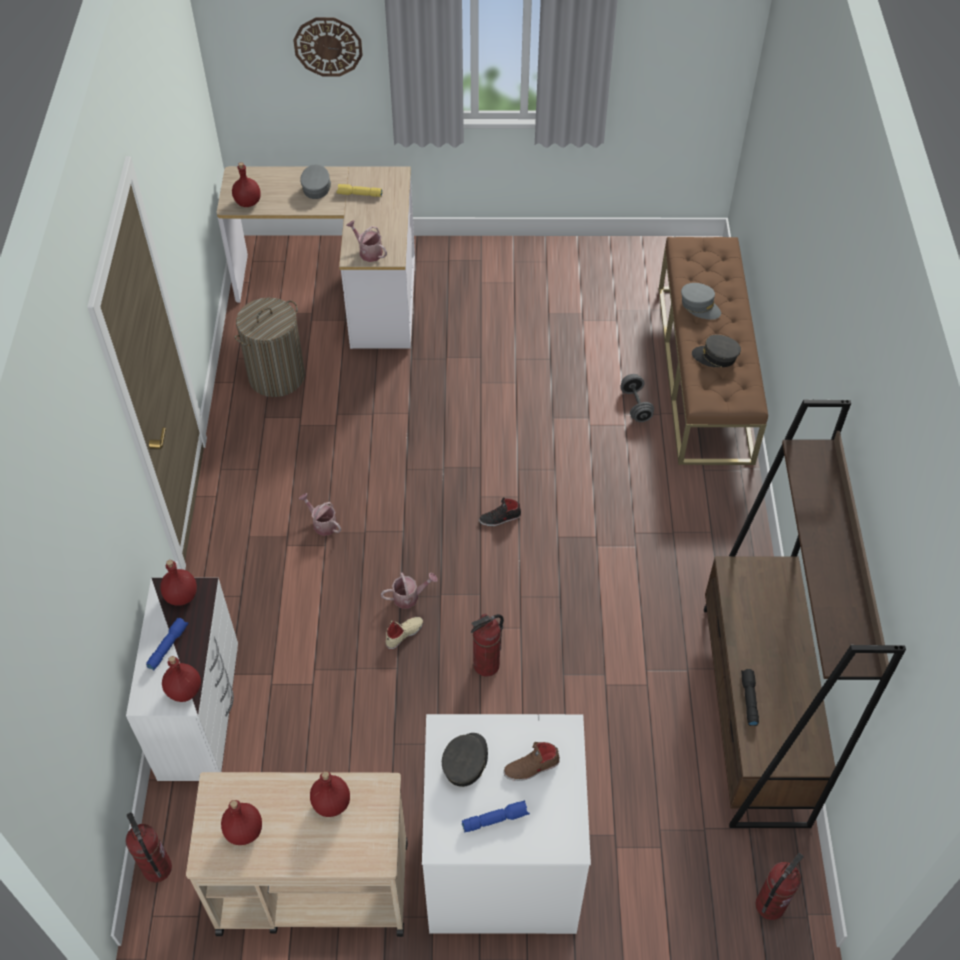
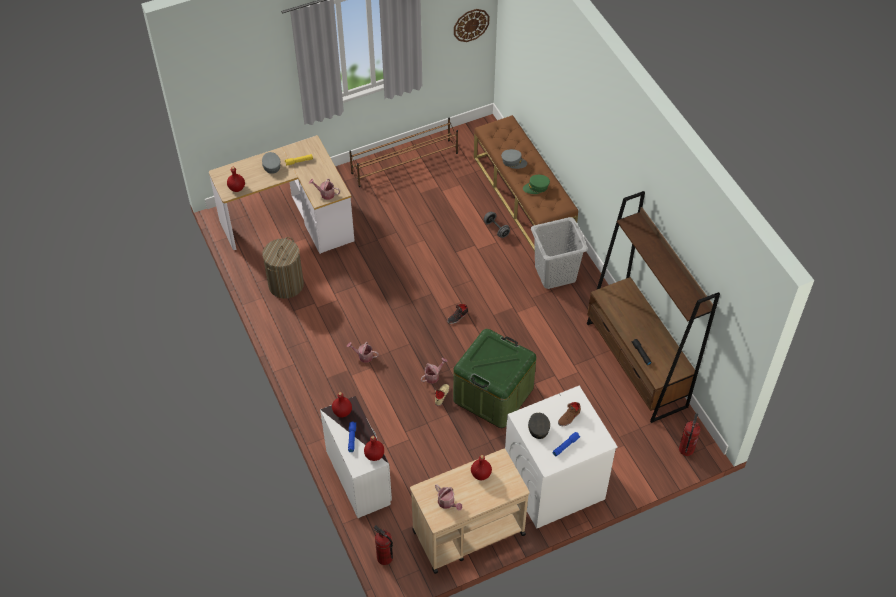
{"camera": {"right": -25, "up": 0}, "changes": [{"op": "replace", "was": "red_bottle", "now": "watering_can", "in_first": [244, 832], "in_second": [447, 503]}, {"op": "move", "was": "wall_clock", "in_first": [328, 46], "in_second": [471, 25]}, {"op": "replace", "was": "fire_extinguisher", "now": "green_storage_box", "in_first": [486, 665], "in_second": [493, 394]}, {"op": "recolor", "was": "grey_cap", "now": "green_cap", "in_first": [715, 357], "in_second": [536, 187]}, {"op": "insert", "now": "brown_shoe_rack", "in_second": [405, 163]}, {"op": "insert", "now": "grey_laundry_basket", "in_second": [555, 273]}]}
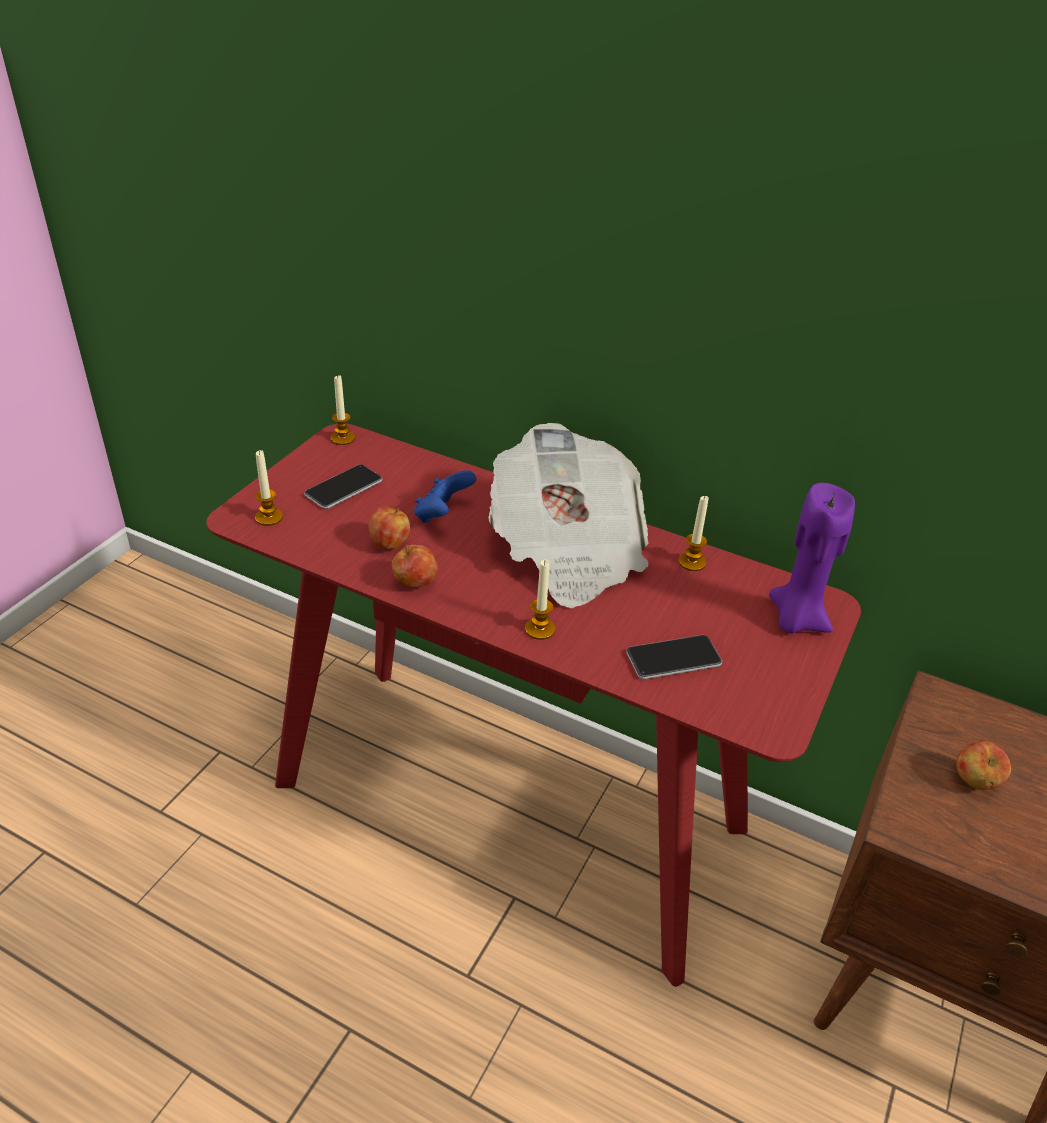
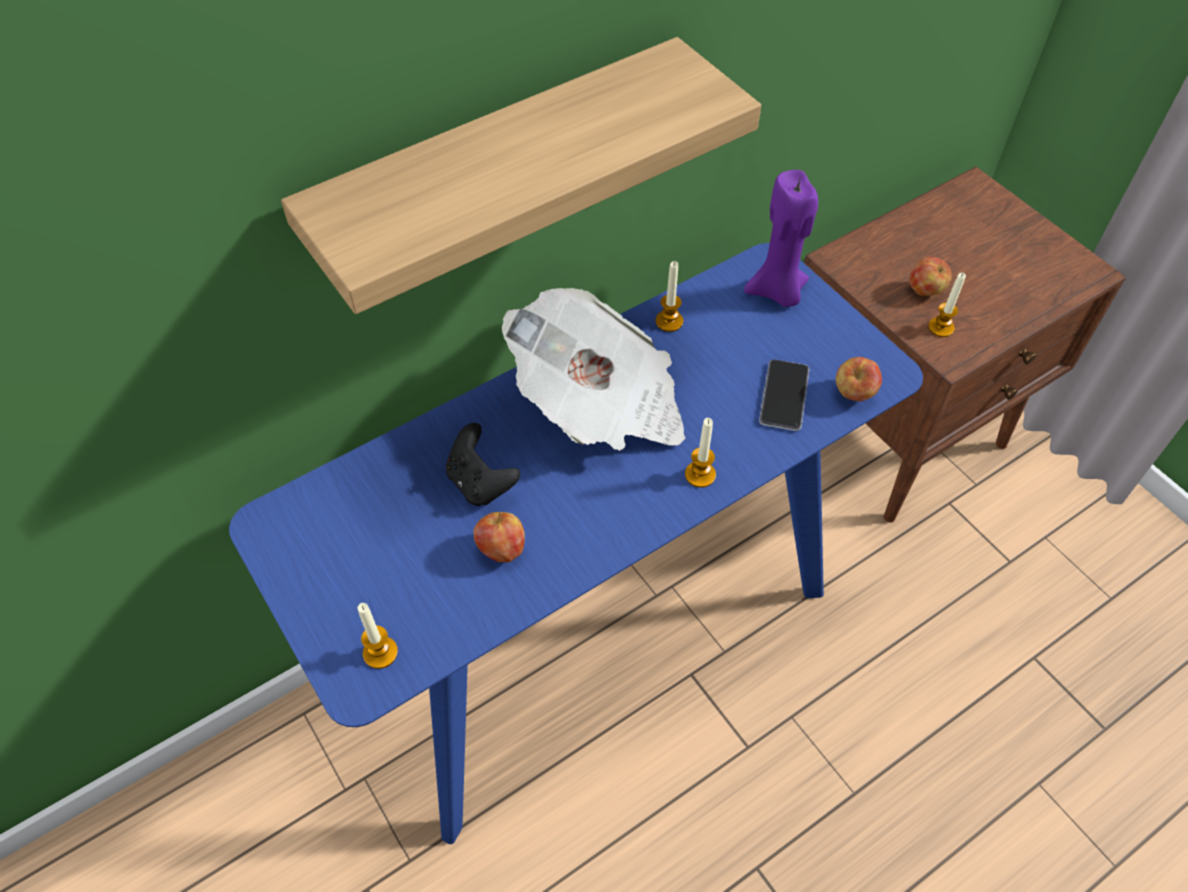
{"camera": {"right": -60, "up": 15}, "changes": [{"op": "recolor", "was": "red_console_table", "now": "blue_console_table", "in_first": [510, 804], "in_second": [592, 631]}, {"op": "delete", "was": "phone", "in_first": [344, 488]}, {"op": "move", "was": "candle", "in_first": [343, 438], "in_second": [941, 327]}, {"op": "move", "was": "apple", "in_first": [415, 583], "in_second": [854, 393]}, {"op": "recolor", "was": "blue_game_controller", "now": "black_game_controller", "in_first": [442, 515], "in_second": [481, 483]}, {"op": "insert", "now": "shelf", "in_second": [499, 177]}]}
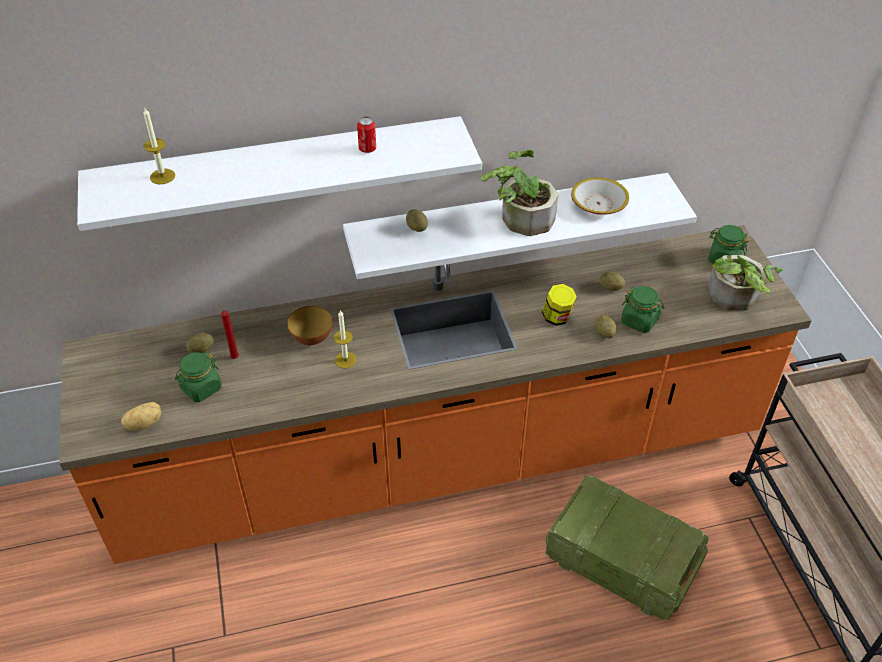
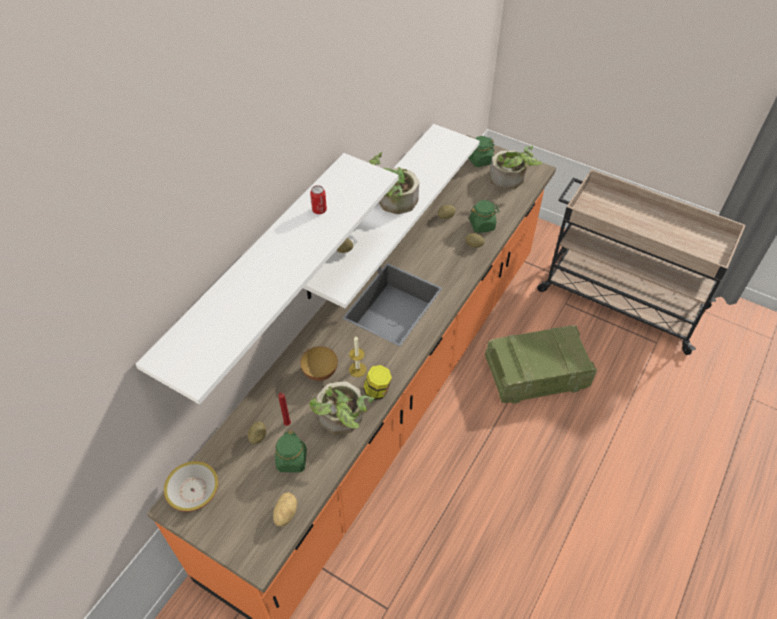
{"camera": {"right": -45, "up": 5}, "changes": [{"op": "delete", "was": "candle", "in_first": [162, 176]}, {"op": "move", "was": "jar", "in_first": [557, 318], "in_second": [377, 391]}, {"op": "move", "was": "bowl", "in_first": [598, 204], "in_second": [192, 490]}, {"op": "insert", "now": "potted_plant", "in_second": [342, 421]}]}
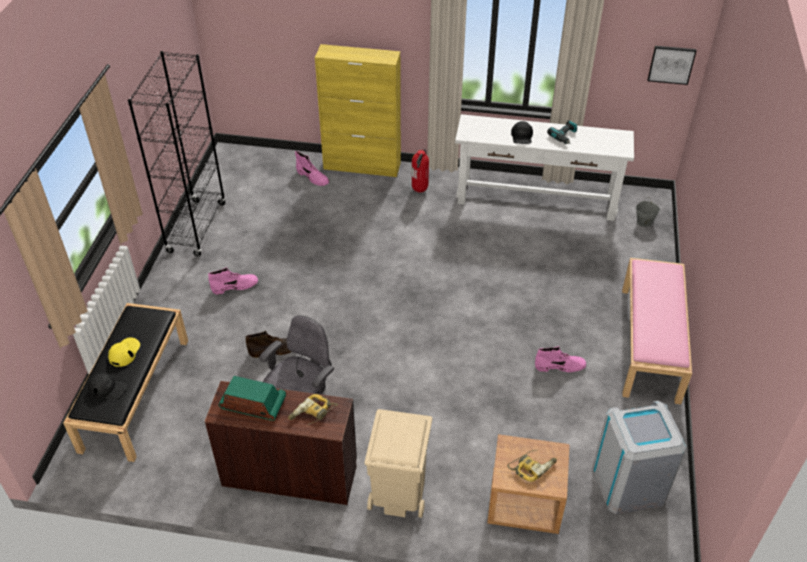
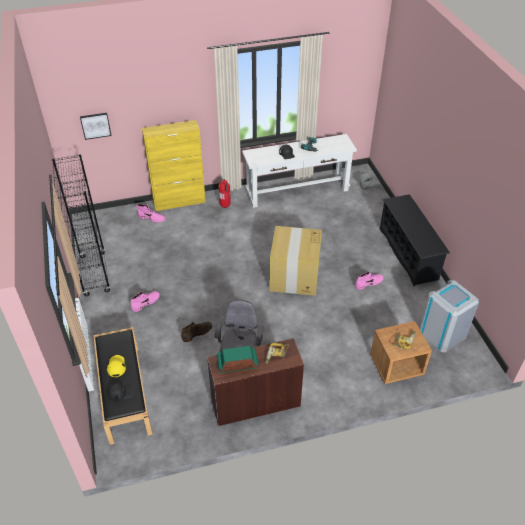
{"camera": {"right": -25, "up": 0}, "changes": [{"op": "delete", "was": "beige_trash_can", "in_first": [398, 494]}, {"op": "replace", "was": "pink_bench", "now": "black_shoe_rack", "in_first": [650, 344], "in_second": [408, 254]}, {"op": "move", "was": "picture", "in_first": [671, 64], "in_second": [95, 125]}, {"op": "insert", "now": "cardboard_box", "in_second": [294, 277]}]}
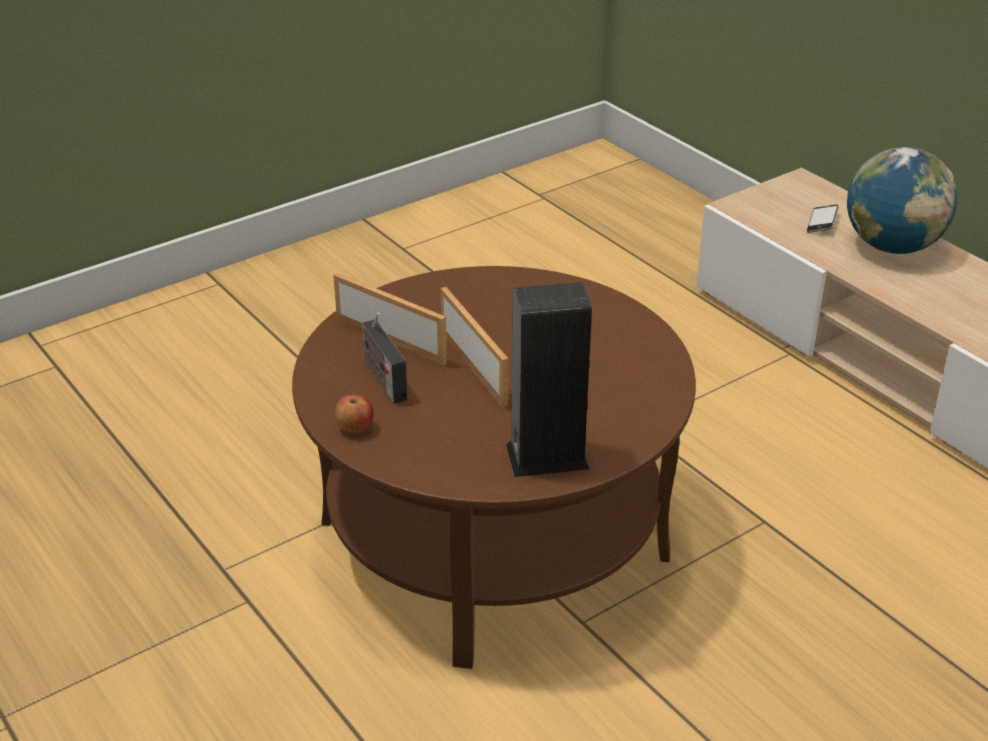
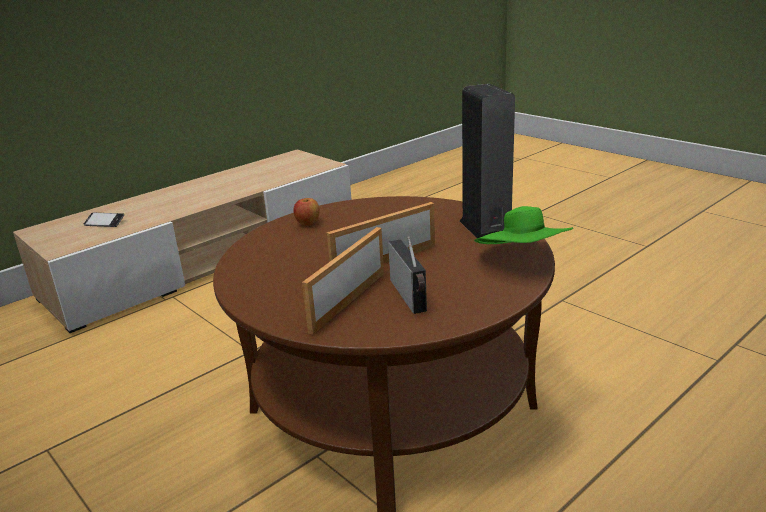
{"camera": {"right": -95, "up": -10}, "changes": [{"op": "move", "was": "apple", "in_first": [355, 428], "in_second": [308, 224]}, {"op": "rotate", "was": "radio", "in_first": [383, 378], "in_second": [410, 296], "clockwise": -75}, {"op": "delete", "was": "globe", "in_first": [892, 247]}, {"op": "insert", "now": "green_hat", "in_second": [523, 259]}]}
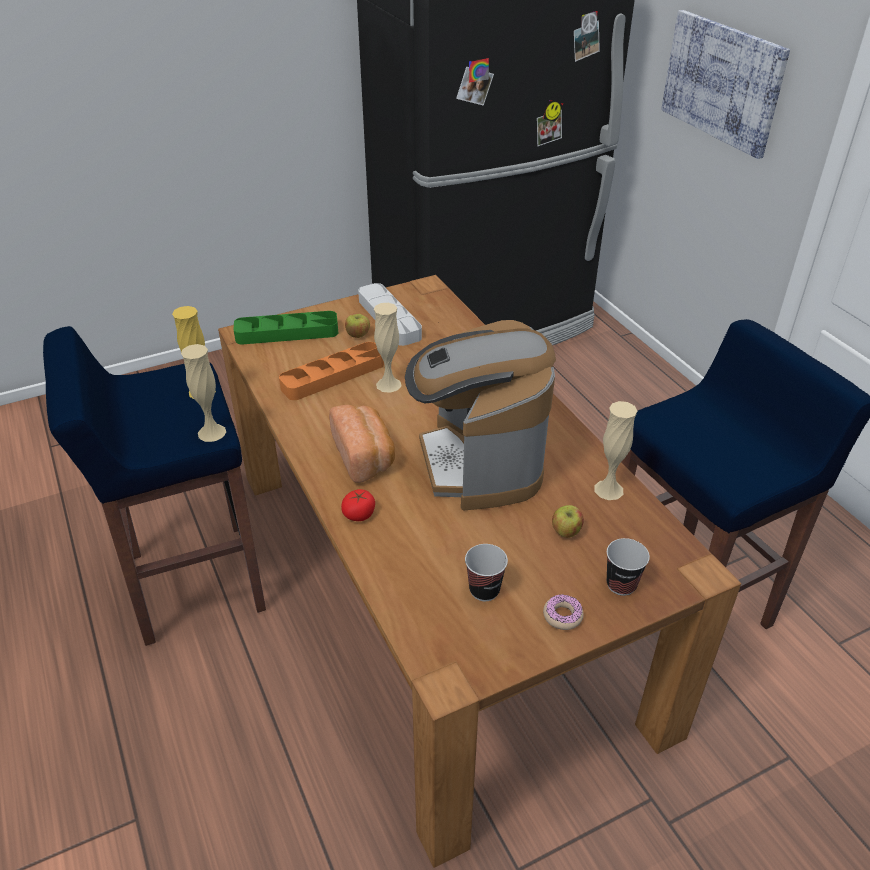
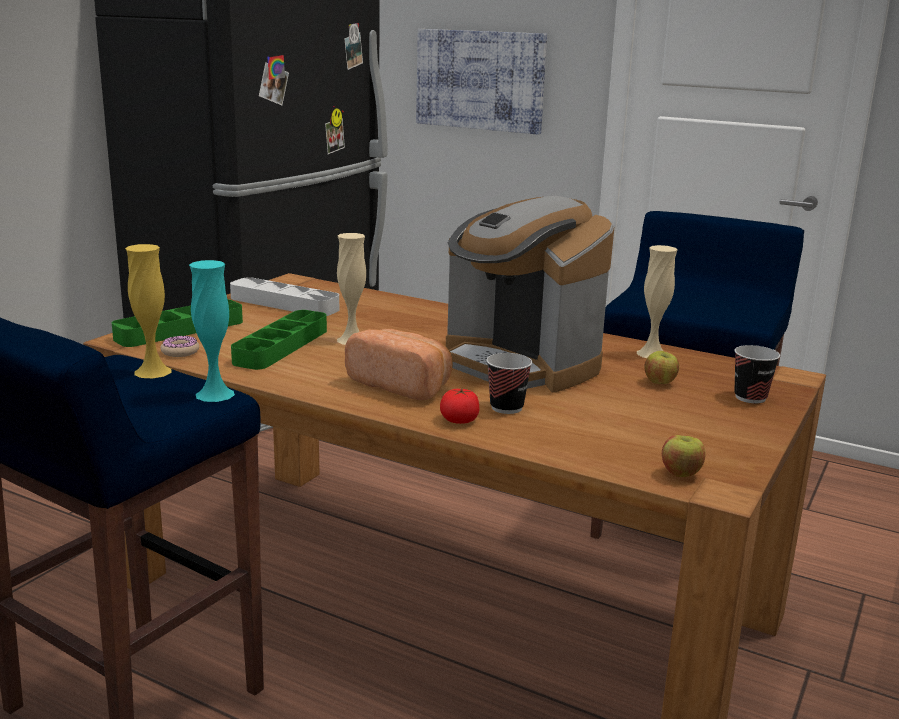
{"camera": {"right": -35, "up": -20}, "changes": [{"op": "recolor", "was": "beige_vase", "now": "turquoise_vase", "in_first": [212, 432], "in_second": [215, 394]}, {"op": "recolor", "was": "orange_tray", "now": "green_tray", "in_first": [333, 376], "in_second": [281, 346]}, {"op": "move", "was": "apple", "in_first": [358, 335], "in_second": [680, 473]}, {"op": "move", "was": "cup", "in_first": [484, 590], "in_second": [506, 407]}, {"op": "move", "was": "donut", "in_first": [562, 616], "in_second": [180, 352]}]}
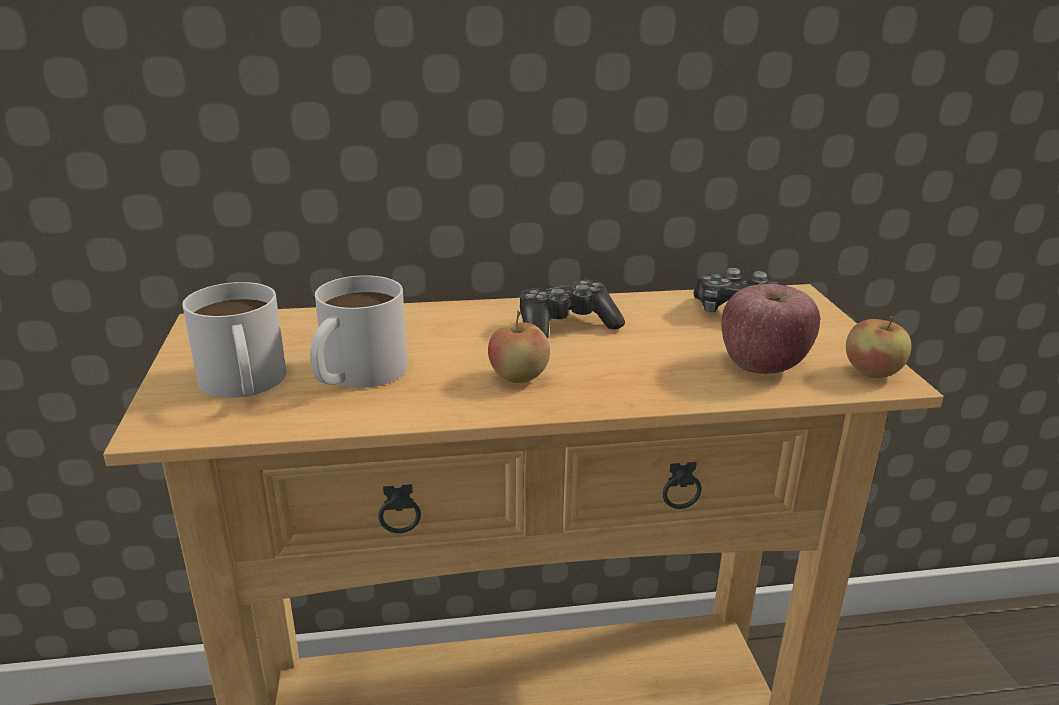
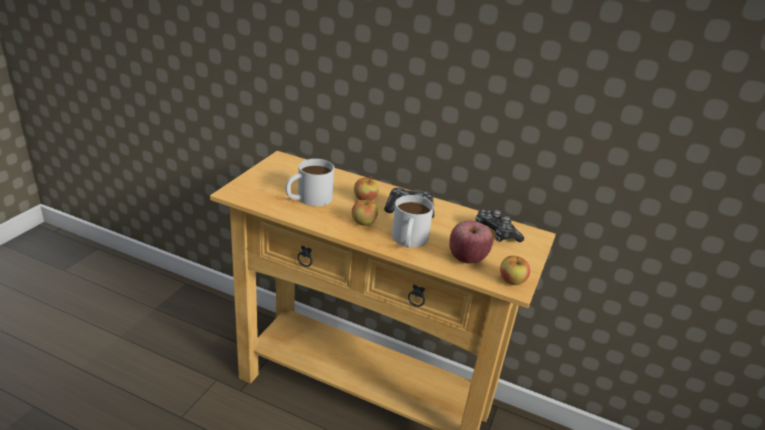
{"camera": {"right": 30, "up": 5}, "changes": [{"op": "move", "was": "white_mug", "in_first": [244, 385], "in_second": [408, 240]}, {"op": "insert", "now": "apple", "in_second": [365, 199]}]}
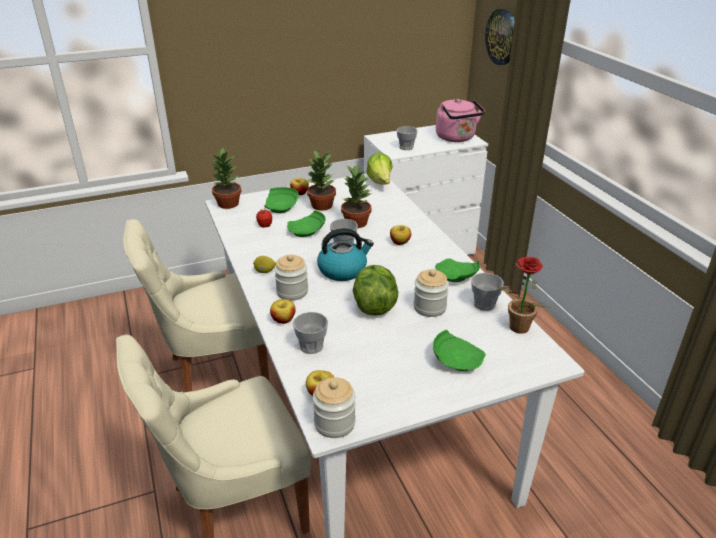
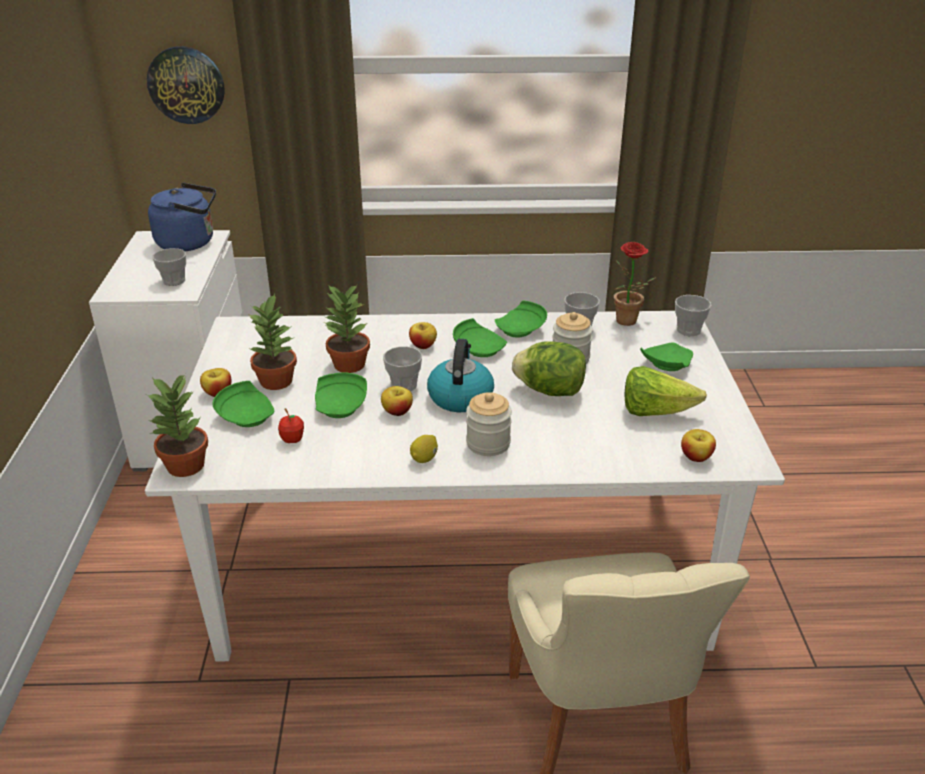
{"camera": {"right": -70, "up": 0}, "changes": [{"op": "delete", "was": "beige_chair", "in_first": [214, 376]}, {"op": "move", "was": "apple", "in_first": [283, 320], "in_second": [397, 412]}, {"op": "move", "was": "cup", "in_first": [311, 346], "in_second": [688, 330]}, {"op": "delete", "was": "jar", "in_first": [334, 423]}, {"op": "move", "was": "lettuce", "in_first": [380, 182], "in_second": [655, 412]}, {"op": "recolor", "was": "pink_kettle", "now": "blue_kettle", "in_first": [457, 138], "in_second": [190, 243]}, {"op": "insert", "now": "green_plate", "in_second": [479, 348]}]}
